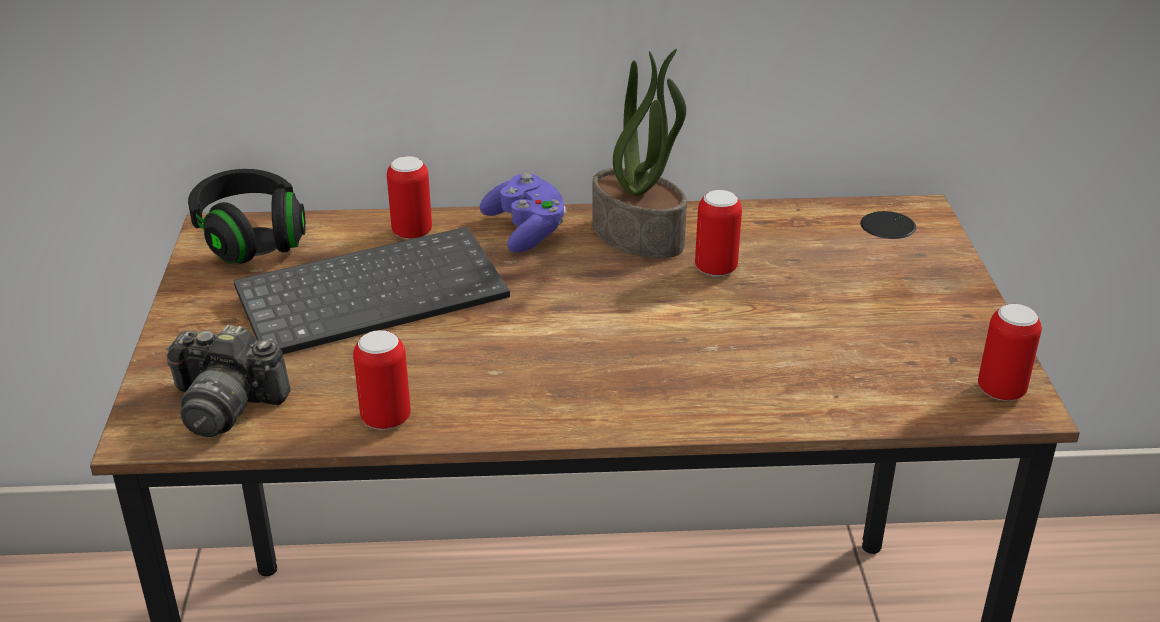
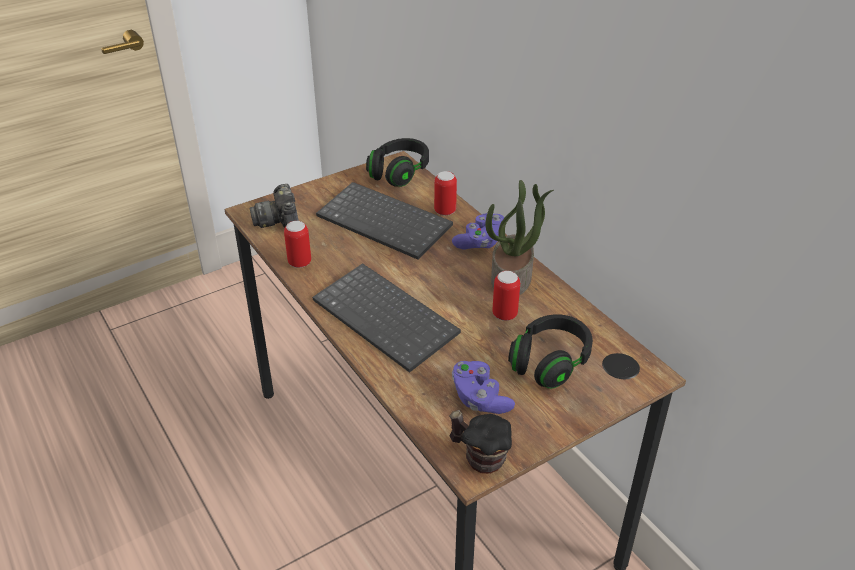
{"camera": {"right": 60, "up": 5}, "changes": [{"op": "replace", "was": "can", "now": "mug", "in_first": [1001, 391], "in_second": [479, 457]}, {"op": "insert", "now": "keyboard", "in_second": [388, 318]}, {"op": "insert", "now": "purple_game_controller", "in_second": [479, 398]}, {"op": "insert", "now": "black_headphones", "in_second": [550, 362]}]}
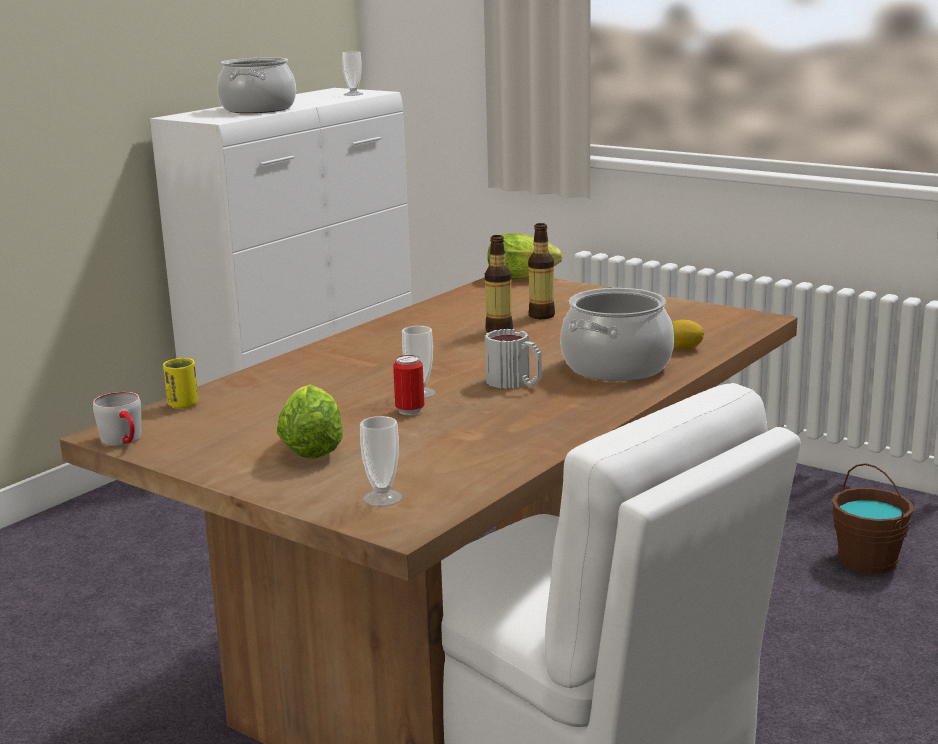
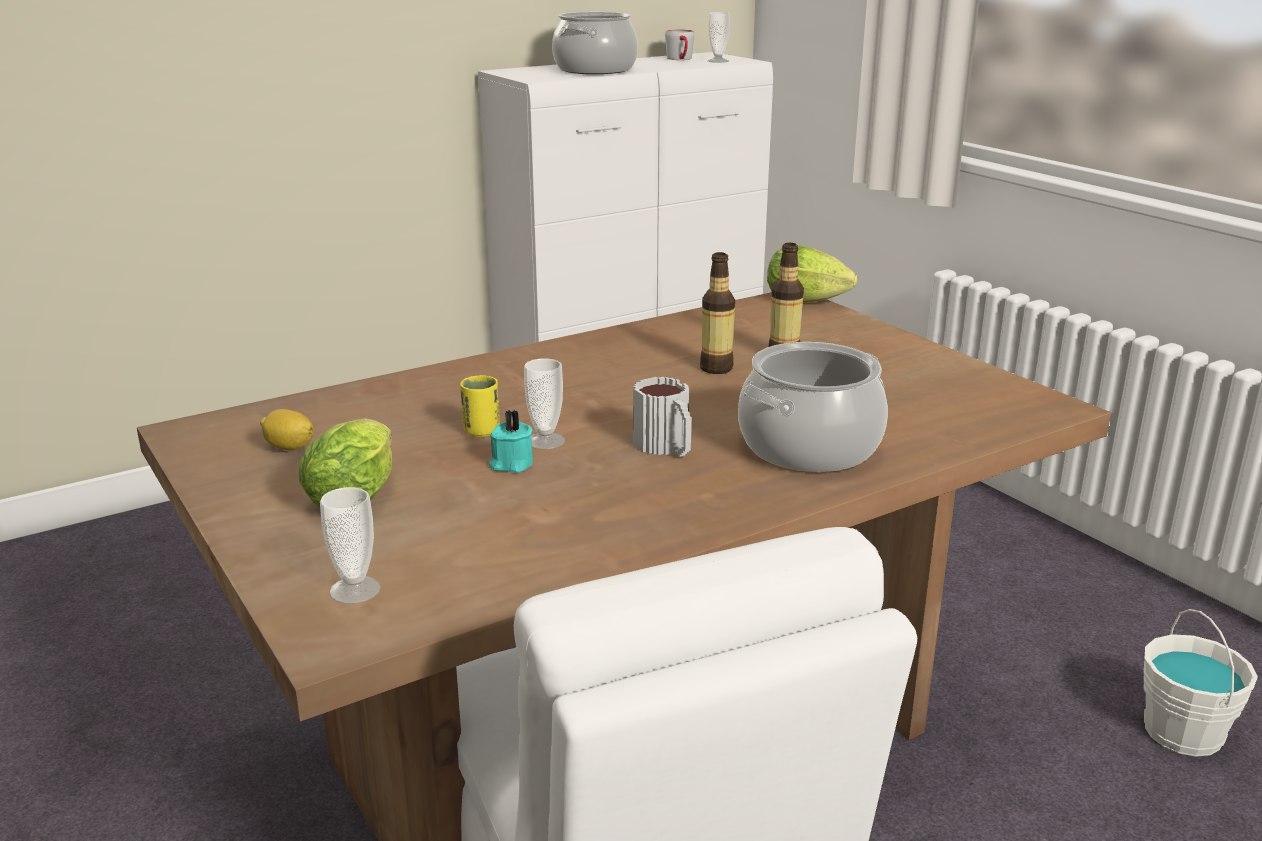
{"camera": {"right": 20, "up": 5}, "changes": [{"op": "move", "was": "grey_mug", "in_first": [125, 441], "in_second": [681, 59]}, {"op": "move", "was": "yellow_cup", "in_first": [183, 405], "in_second": [481, 431]}, {"op": "replace", "was": "can", "now": "turquoise_candle", "in_first": [410, 411], "in_second": [511, 464]}, {"op": "move", "was": "lemon", "in_first": [683, 348], "in_second": [289, 448]}, {"op": "recolor", "was": "brown_bucket", "now": "white_bucket", "in_first": [866, 561], "in_second": [1181, 732]}]}
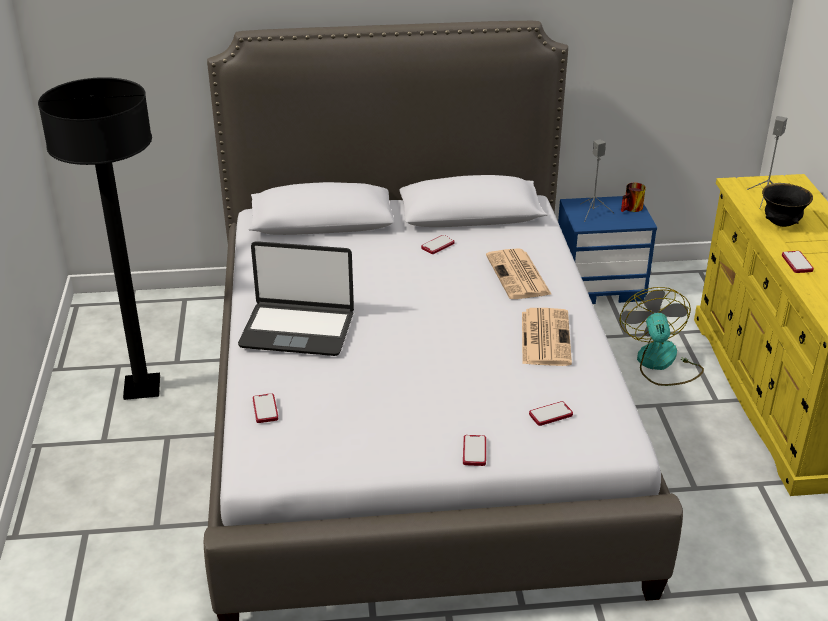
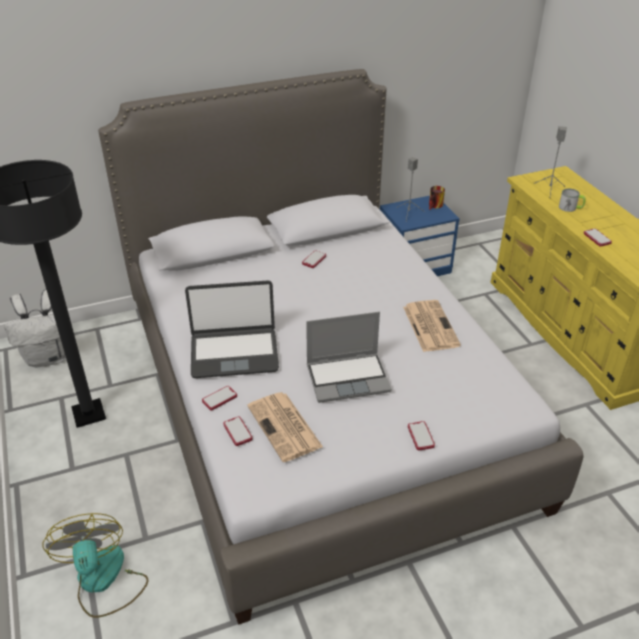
{"camera": {"right": -15, "up": 5}, "changes": [{"op": "move", "was": "newspaper", "in_first": [519, 275], "in_second": [285, 427]}, {"op": "move", "was": "phone", "in_first": [550, 414], "in_second": [219, 399]}, {"op": "move", "was": "fan", "in_first": [660, 363], "in_second": [103, 581]}, {"op": "replace", "was": "black_bowl", "now": "mug", "in_first": [781, 224], "in_second": [570, 208]}, {"op": "insert", "now": "white_backpack", "in_second": [49, 357]}, {"op": "insert", "now": "laptop", "in_second": [348, 378]}]}
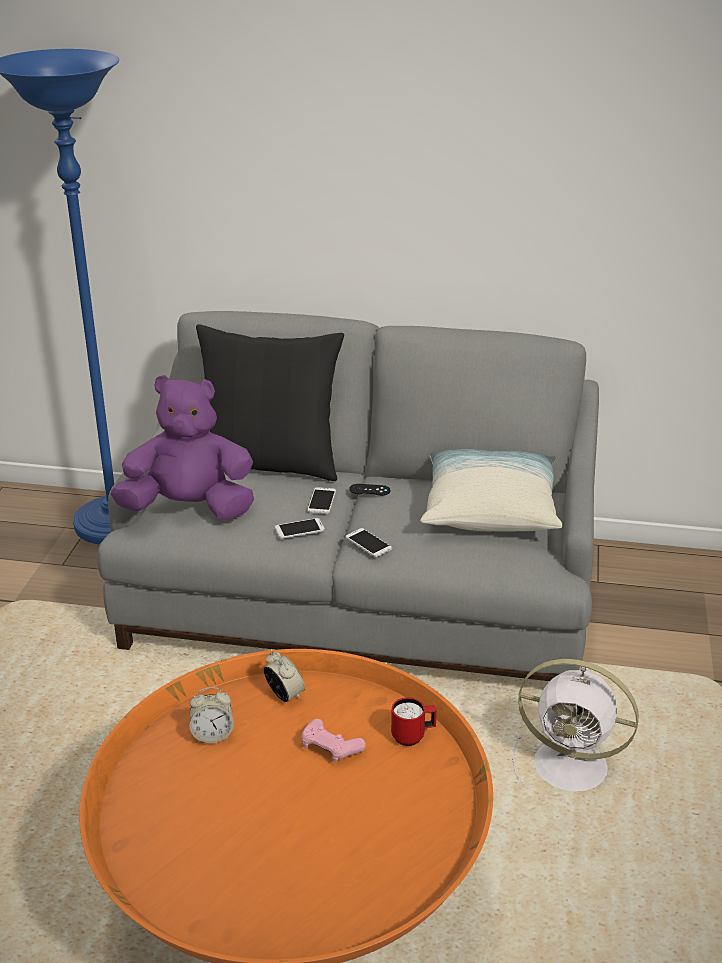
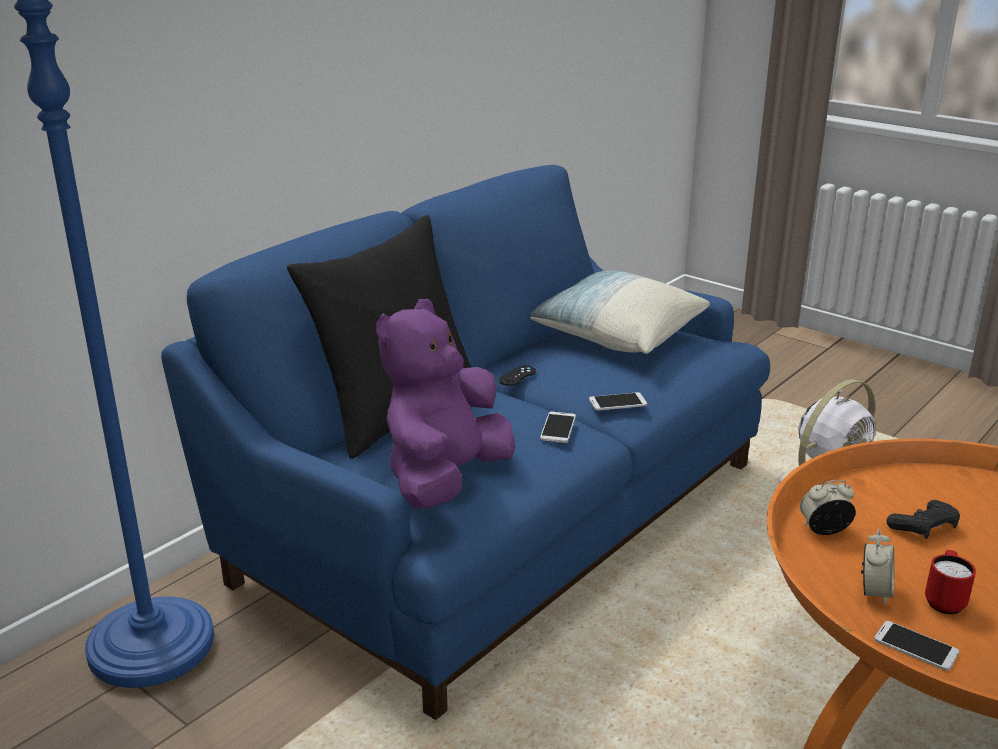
{"camera": {"right": -60, "up": -5}, "changes": [{"op": "recolor", "was": "grey_sofa", "now": "blue_sofa", "in_first": [362, 596], "in_second": [500, 515]}, {"op": "recolor", "was": "pink_game_controller", "now": "black_game_controller", "in_first": [330, 748], "in_second": [923, 527]}, {"op": "move", "was": "phone", "in_first": [321, 501], "in_second": [916, 646]}, {"op": "move", "was": "red_mug", "in_first": [413, 736], "in_second": [944, 600]}]}
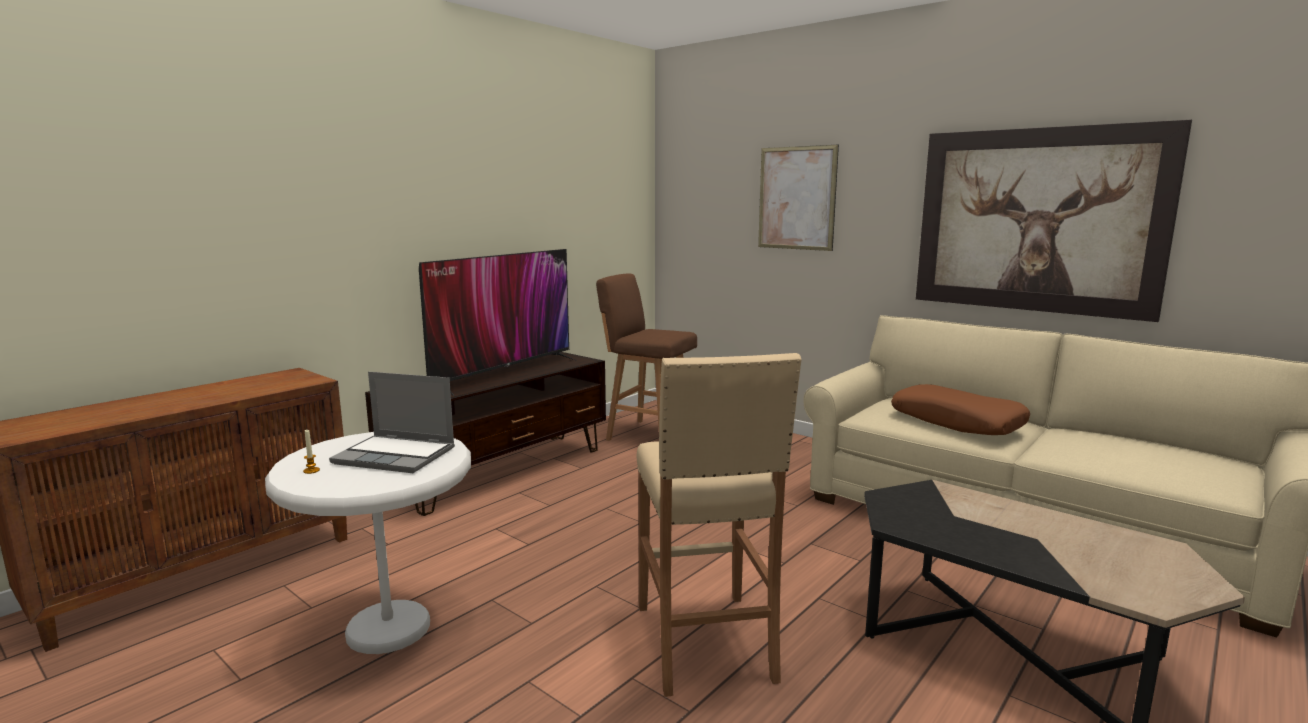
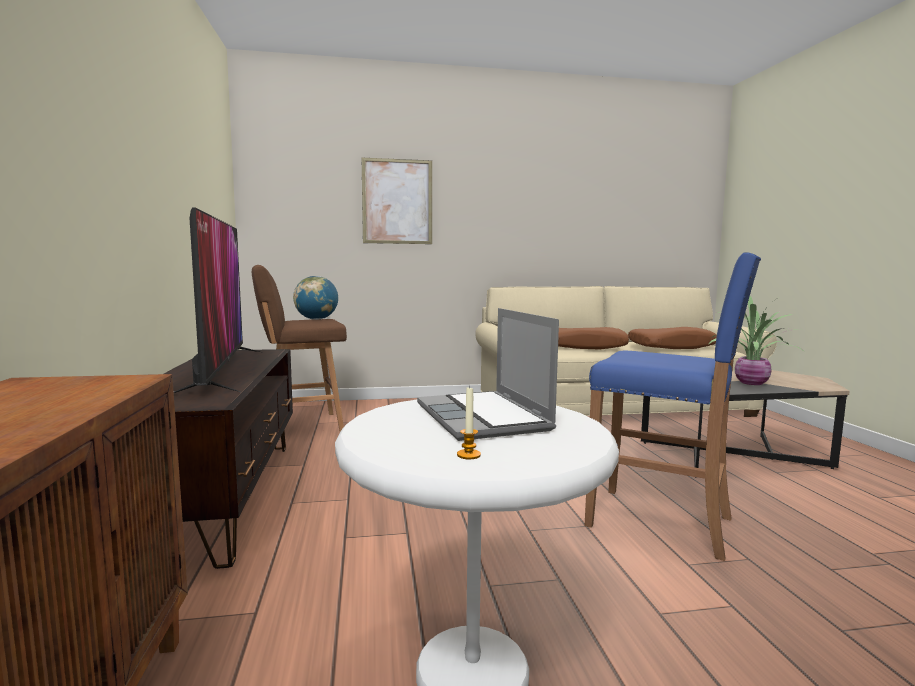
{"camera": {"right": -50, "up": -5}, "changes": [{"op": "rotate", "was": "laptop", "in_first": [397, 456], "in_second": [484, 418], "clockwise": 105}, {"op": "recolor", "was": "beige_stool", "now": "blue_stool", "in_first": [704, 643], "in_second": [661, 522]}, {"op": "delete", "was": "picture", "in_first": [1037, 221]}, {"op": "insert", "now": "globe", "in_second": [316, 319]}, {"op": "insert", "now": "brown_pillow", "in_second": [671, 347]}, {"op": "insert", "now": "potted_plant", "in_second": [750, 382]}]}
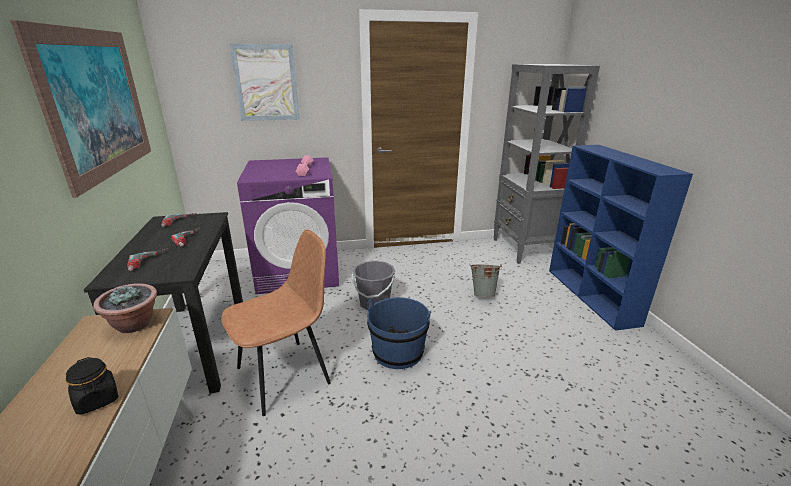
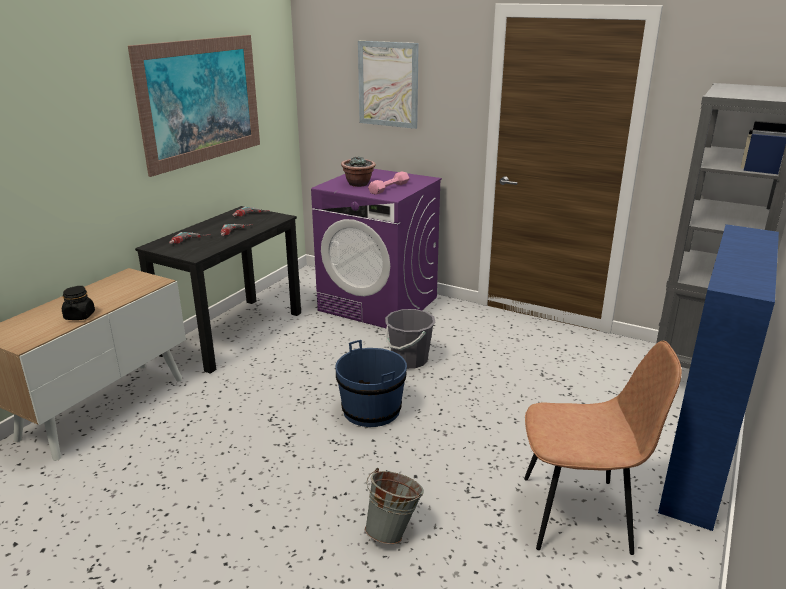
{"camera": {"right": 40, "up": 0}, "changes": [{"op": "move", "was": "potted_plant", "in_first": [135, 324], "in_second": [358, 184]}, {"op": "move", "was": "brown_chair", "in_first": [285, 374], "in_second": [579, 514]}, {"op": "move", "was": "grey_bucket", "in_first": [483, 294], "in_second": [393, 531]}]}
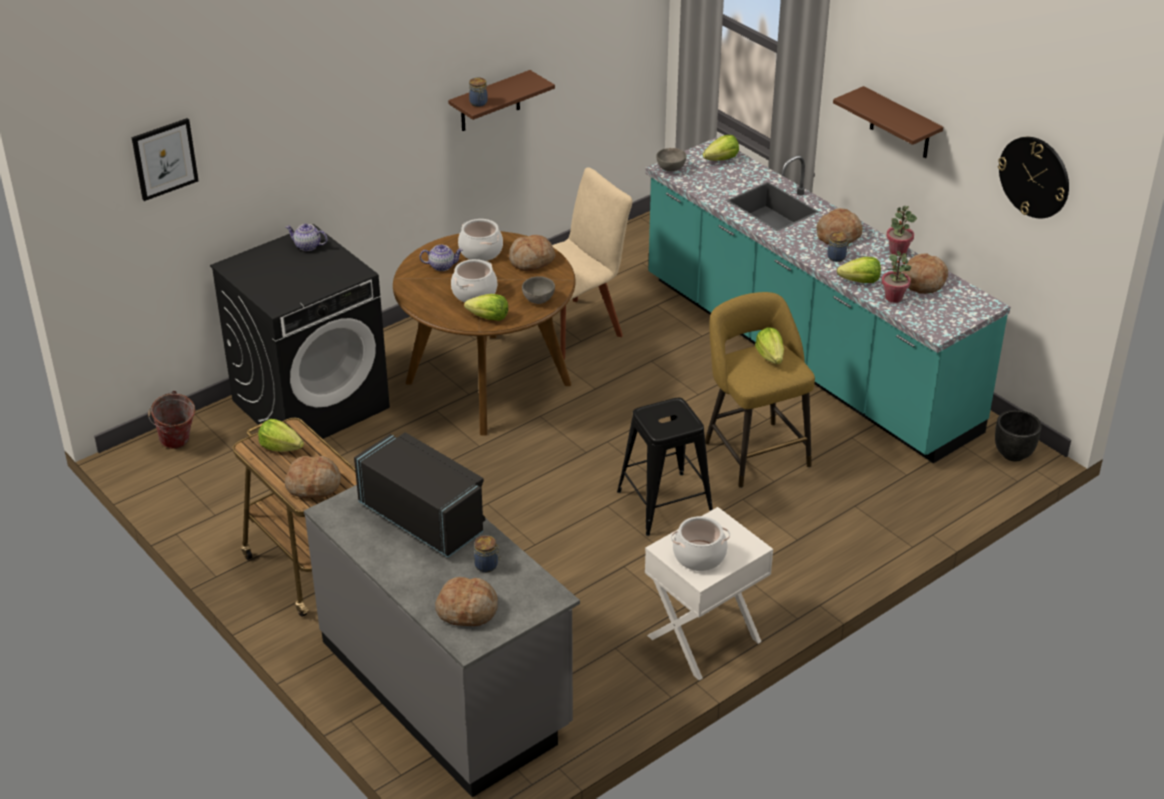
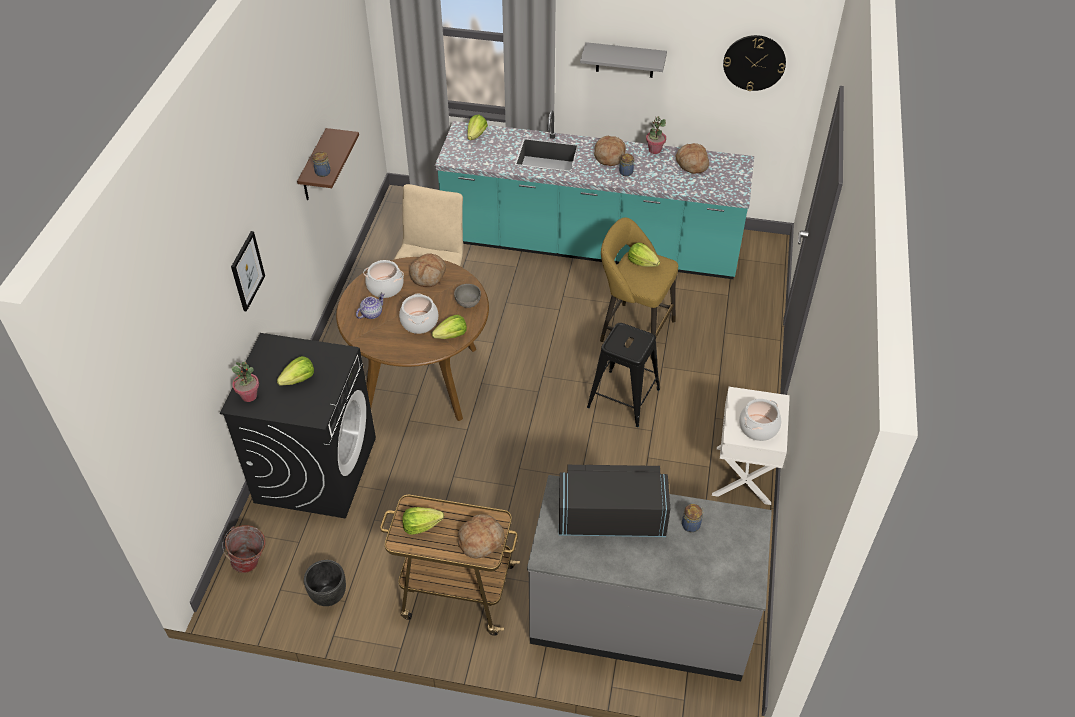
{"camera": {"right": -40, "up": 10}, "changes": [{"op": "move", "was": "picture", "in_first": [164, 159], "in_second": [247, 271]}, {"op": "delete", "was": "teapot", "in_first": [307, 246]}, {"op": "delete", "was": "bread", "in_first": [467, 610]}, {"op": "delete", "was": "grey_bowl", "in_first": [671, 168]}, {"op": "recolor", "was": "brown_shelf", "now": "grey_shelf", "in_first": [900, 124], "in_second": [625, 60]}, {"op": "move", "was": "lettuce", "in_first": [860, 281], "in_second": [299, 380]}, {"op": "move", "was": "potted_plant", "in_first": [894, 298], "in_second": [249, 396]}, {"op": "move", "was": "black_planter", "in_first": [1013, 454], "in_second": [329, 596]}]}
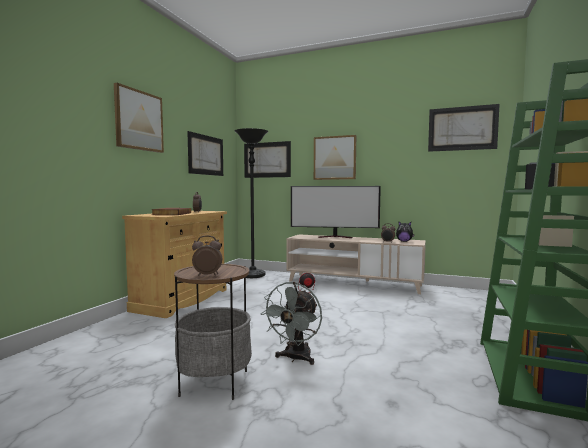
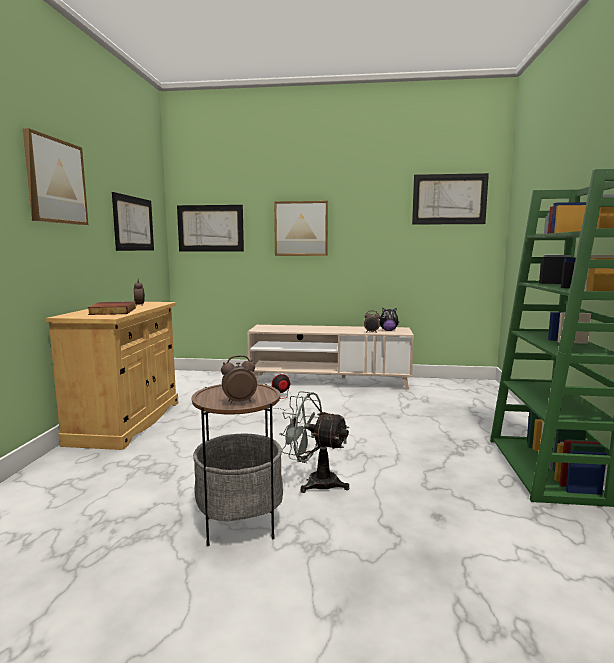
{"camera": {"right": -15, "up": 5}, "changes": [{"op": "delete", "was": "black_floor_lamp", "in_first": [252, 275]}, {"op": "rotate", "was": "grey_fan", "in_first": [295, 358], "in_second": [314, 482], "clockwise": 105}, {"op": "delete", "was": "television", "in_first": [336, 237]}]}
